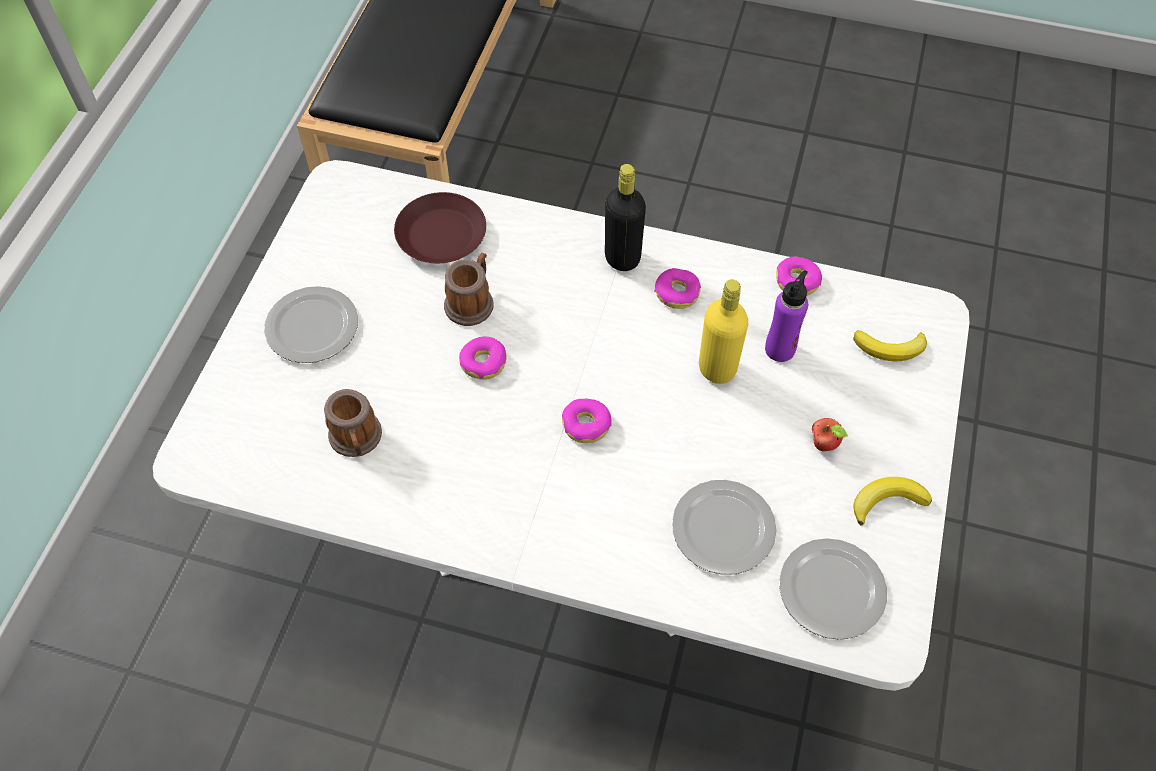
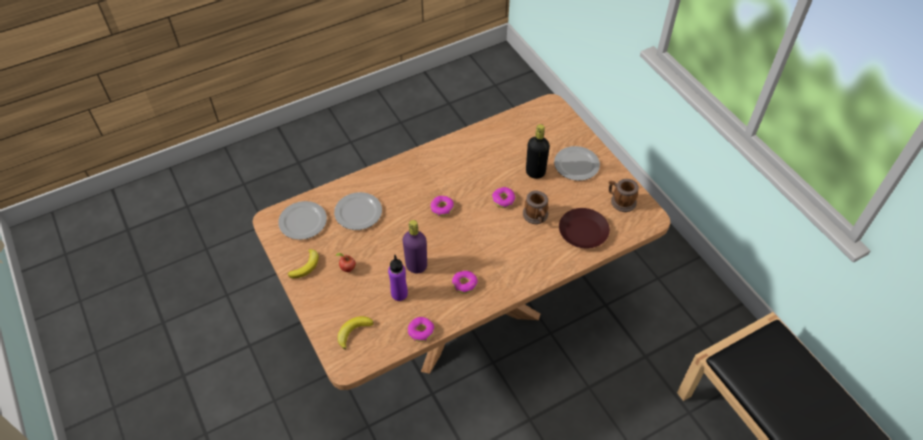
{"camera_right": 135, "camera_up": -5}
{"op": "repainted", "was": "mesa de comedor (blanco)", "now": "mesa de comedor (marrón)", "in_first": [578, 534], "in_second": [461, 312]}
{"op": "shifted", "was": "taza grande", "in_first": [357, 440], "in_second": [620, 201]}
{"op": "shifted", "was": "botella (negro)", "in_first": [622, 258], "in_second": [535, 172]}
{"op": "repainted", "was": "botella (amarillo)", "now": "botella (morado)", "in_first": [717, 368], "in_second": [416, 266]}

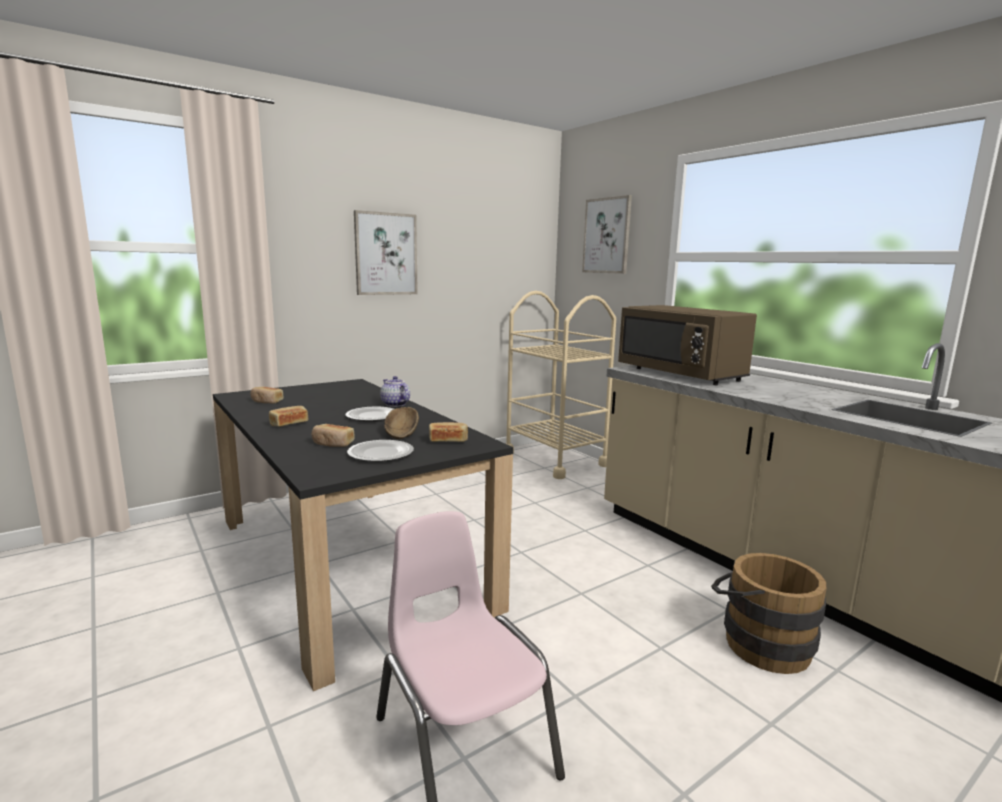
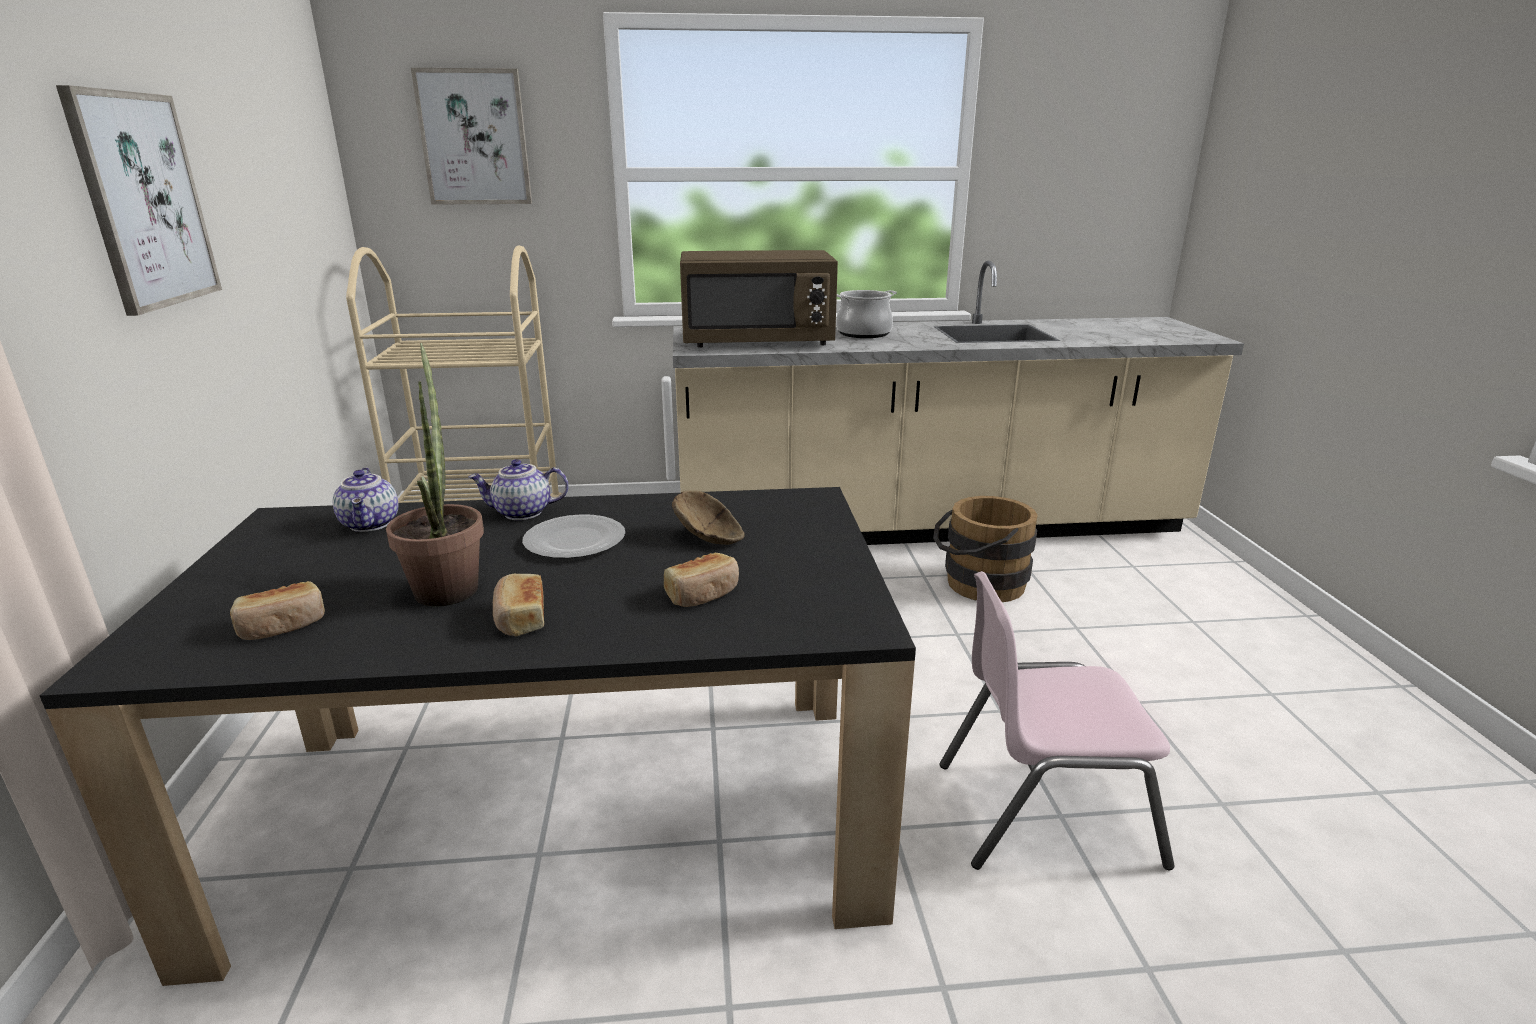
{"camera_right": -60, "camera_up": 10}
{"op": "gone", "was": "plato", "in_first": [381, 453]}
{"op": "gone", "was": "pan", "in_first": [448, 440]}
{"op": "new", "now": "tetera", "in_second": [372, 524]}
{"op": "new", "now": "planta en maceta", "in_second": [448, 584]}
{"op": "new", "now": "olla", "in_second": [863, 333]}

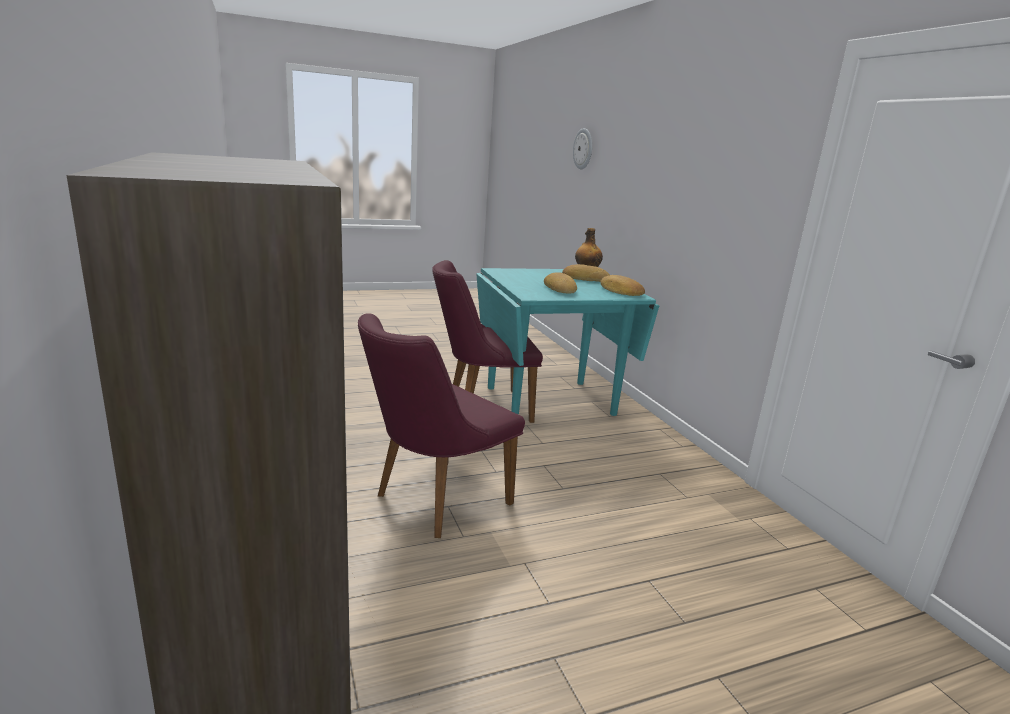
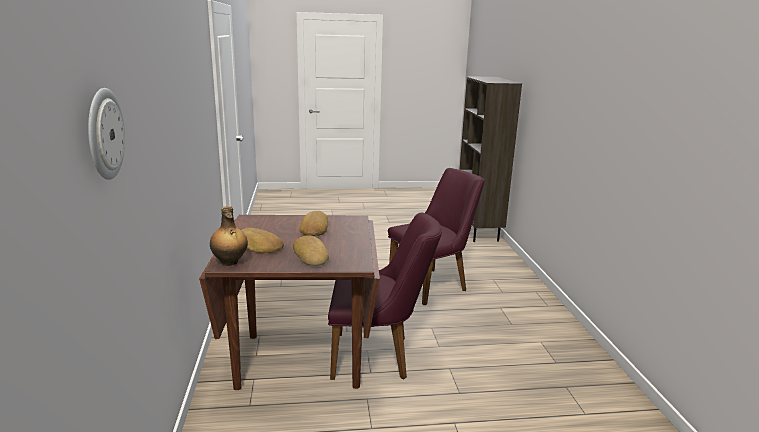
{"camera_right": -165, "camera_up": 0}
{"op": "repainted", "was": "mesa de comedor (turquesa)", "now": "mesa de comedor (marrón)", "in_first": [549, 400], "in_second": [301, 360]}
{"op": "shifted", "was": "pan", "in_first": [620, 291], "in_second": [312, 255]}

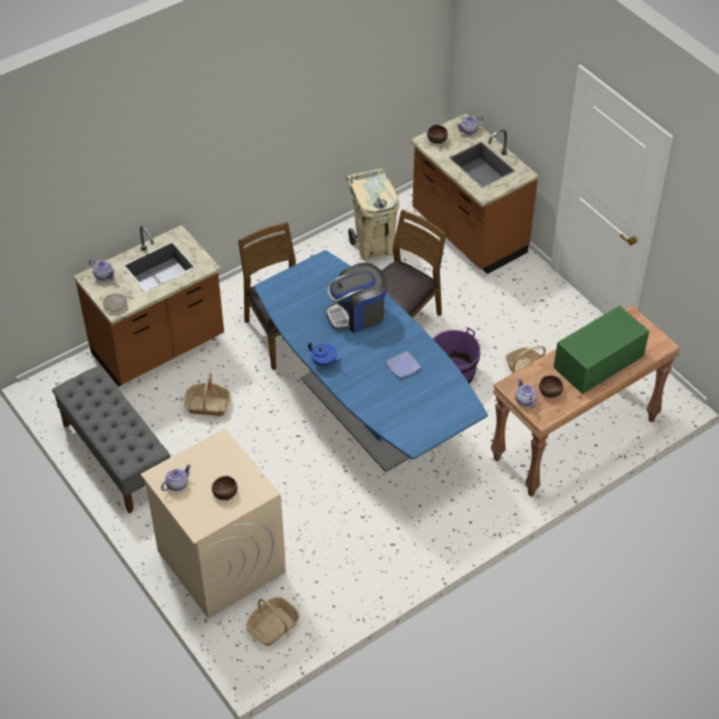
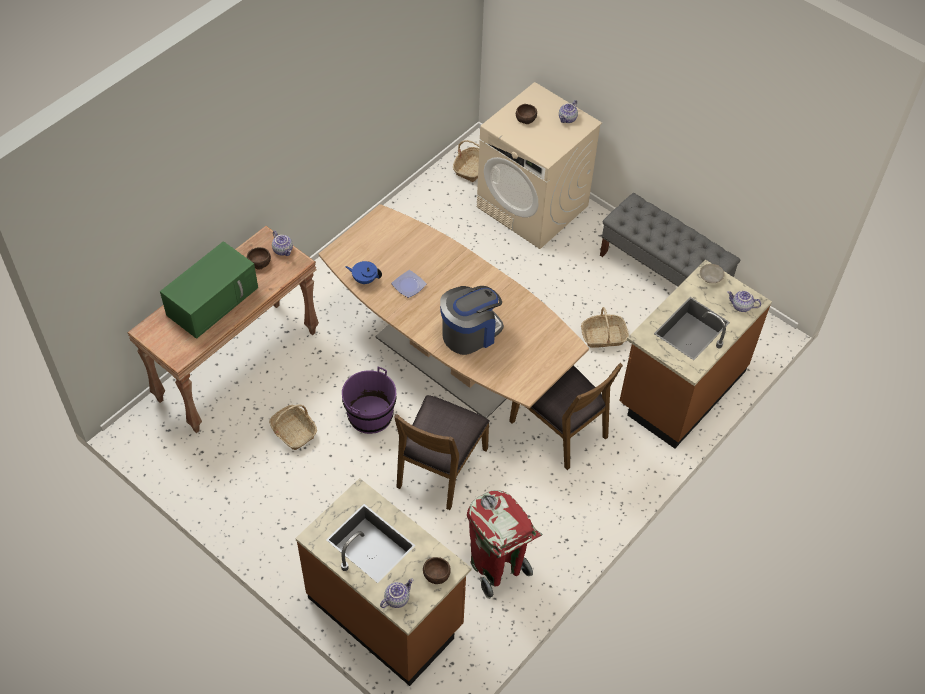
{"camera_right": 165, "camera_up": 5}
{"op": "repainted", "was": "mesa de comedor (azul)", "now": "mesa de comedor (marrón)", "in_first": [366, 411], "in_second": [448, 358]}
{"op": "shifted", "was": "tetera (azul)", "in_first": [324, 362], "in_second": [364, 279]}
{"op": "repainted", "was": "papelera (beis)", "now": "papelera (rojo)", "in_first": [373, 247], "in_second": [497, 567]}

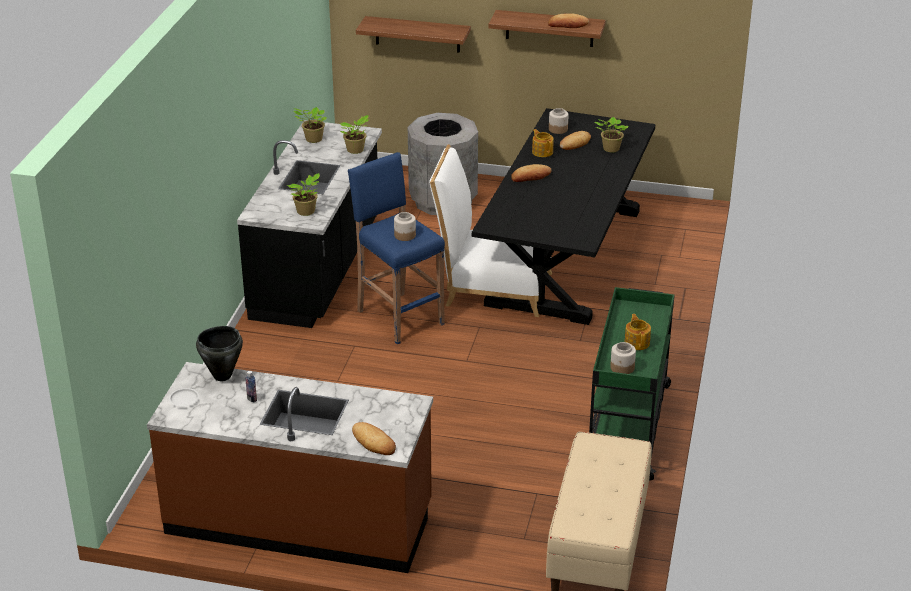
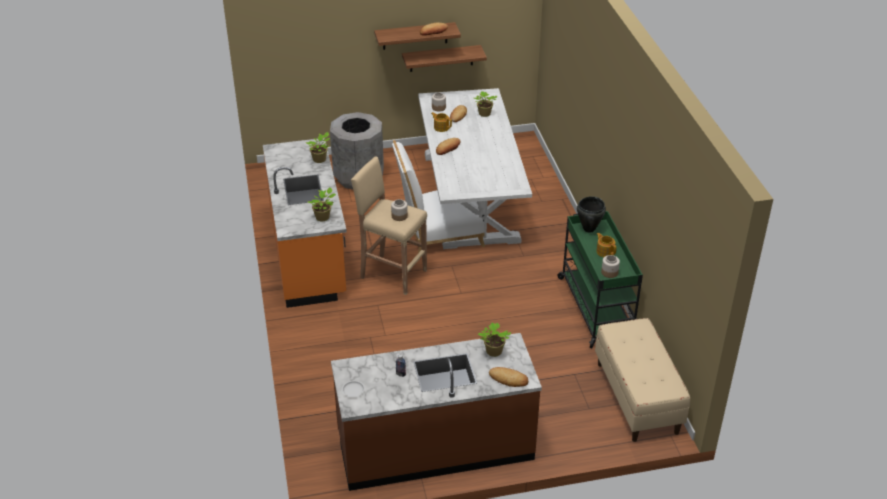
{"camera_right": -25, "camera_up": 5}
{"op": "shifted", "was": "olla (negro)", "in_first": [222, 376], "in_second": [588, 229]}
{"op": "repainted", "was": "mueble bajo de cocina (negro)", "now": "mueble bajo de cocina (naranja)", "in_first": [318, 269], "in_second": [309, 254]}
{"op": "shifted", "was": "planta en maceta", "in_first": [312, 139], "in_second": [493, 352]}
{"op": "repainted", "was": "taburete (azul)", "now": "taburete (beis)", "in_first": [399, 317], "in_second": [392, 274]}
{"op": "shifted", "was": "estante", "in_first": [417, 34], "in_second": [441, 58]}
{"op": "repainted", "was": "mesa de comedor (negro)", "now": "mesa de comedor (blanco)", "in_first": [564, 256], "in_second": [469, 197]}

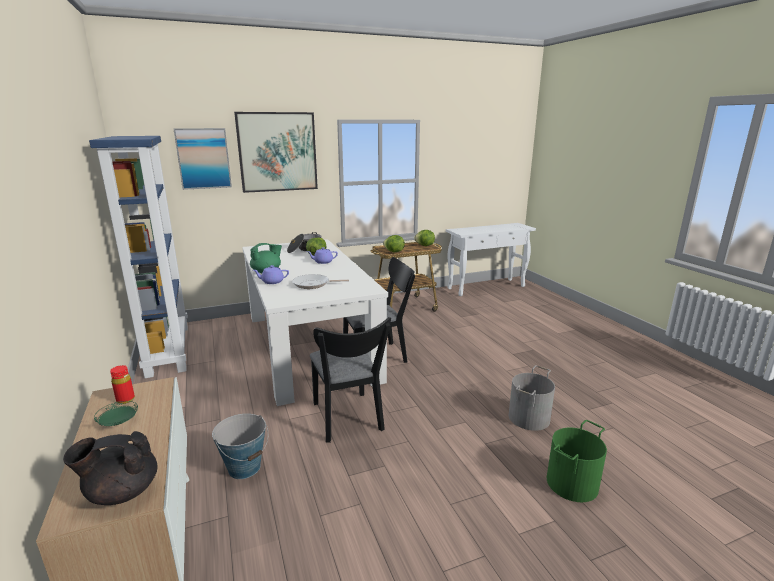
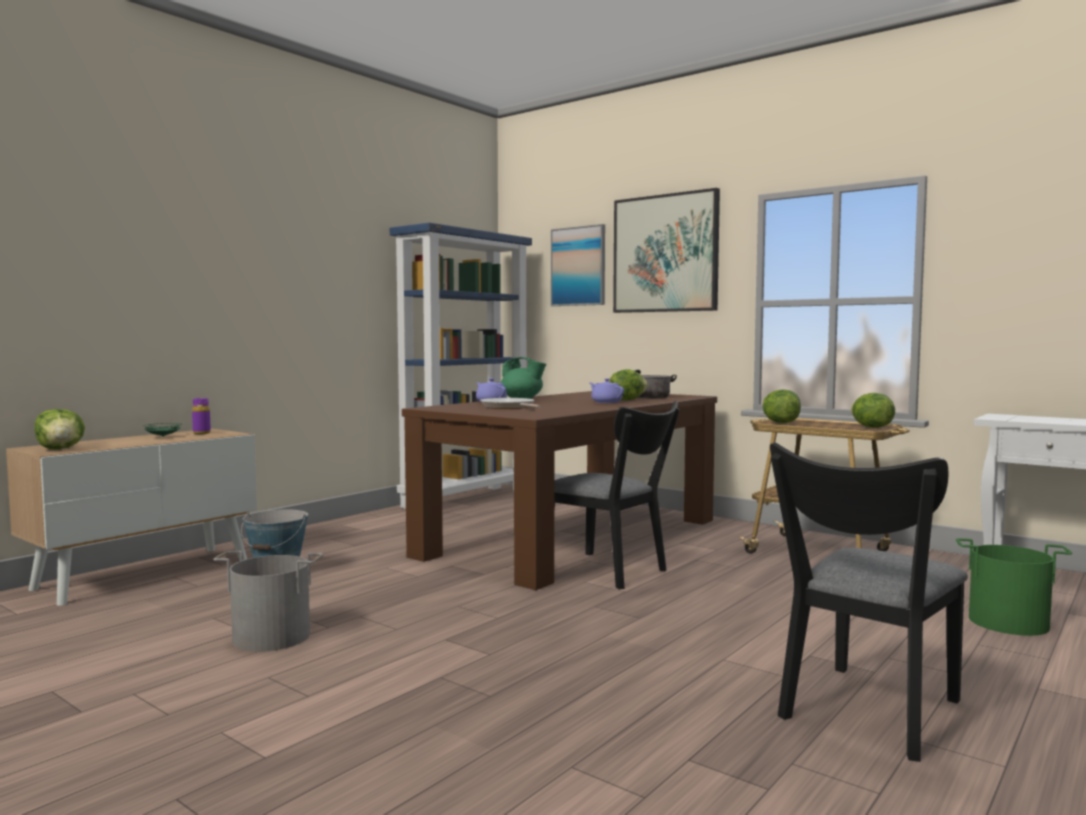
{"camera_right": 60, "camera_up": -15}
{"op": "swapped", "was": "tetera (negro)", "now": "lechuga", "in_first": [122, 492], "in_second": [61, 449]}
{"op": "repainted", "was": "botella (rojo)", "now": "botella (morado)", "in_first": [125, 400], "in_second": [201, 433]}
{"op": "repainted", "was": "mesa de comedor (blanco)", "now": "mesa de comedor (marrón)", "in_first": [309, 345], "in_second": [573, 537]}
{"op": "shifted", "was": "silla (negro)", "in_first": [348, 420], "in_second": [866, 714]}
{"op": "shifted", "was": "cubo (gris)", "in_first": [528, 417], "in_second": [272, 636]}
{"op": "shifted", "was": "cubo (verde)", "in_first": [571, 483], "in_second": [1008, 622]}

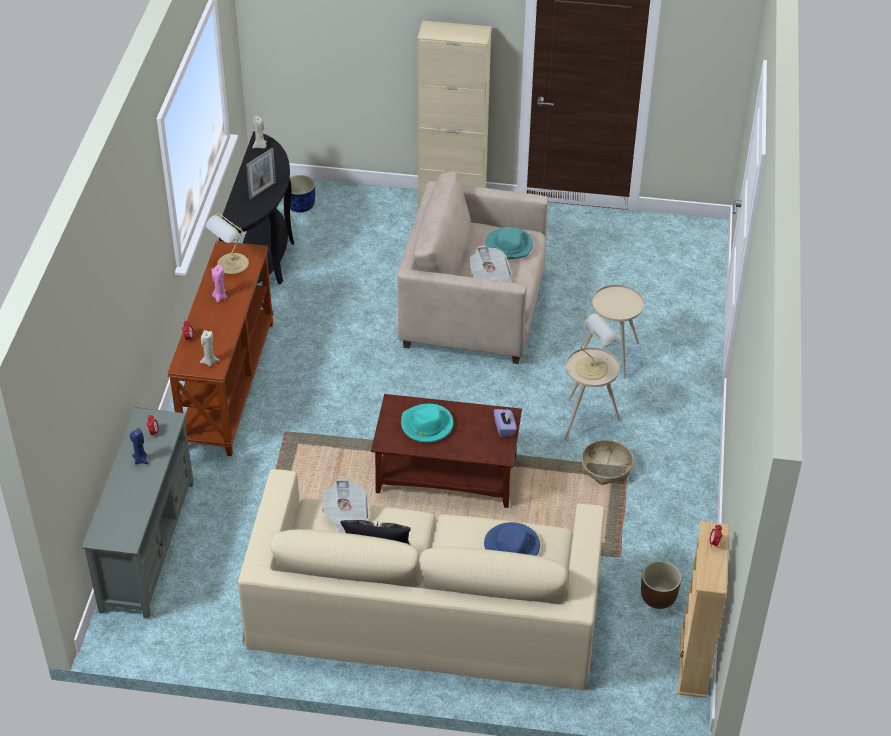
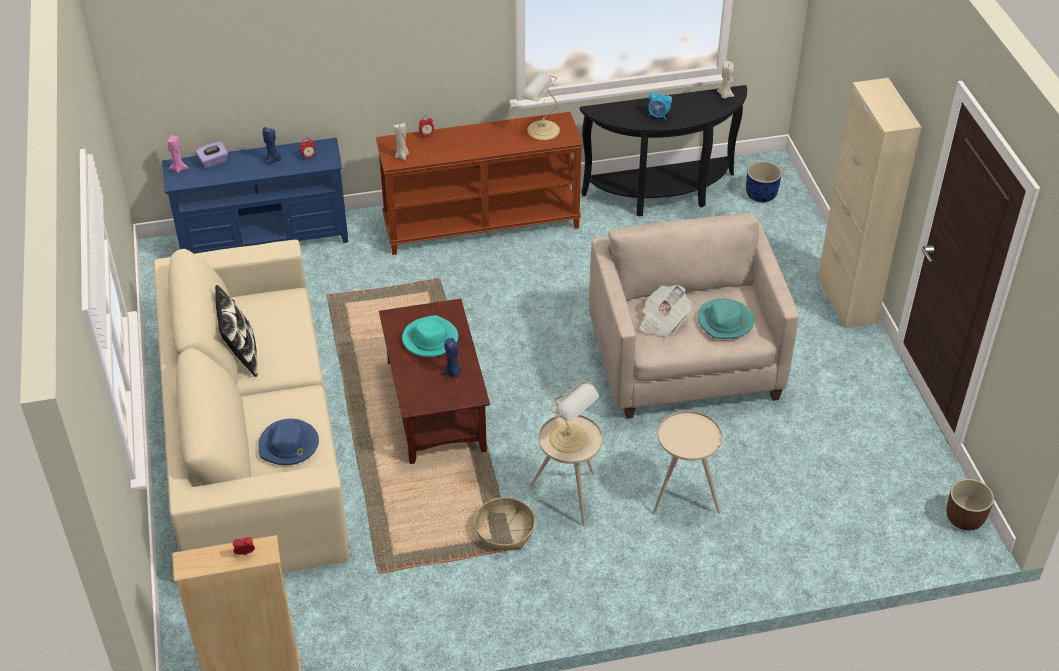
{"camera_right": 70, "camera_up": 0}
{"op": "repainted", "was": "mueble de televisión (gris)", "now": "mueble de televisión (azul)", "in_first": [147, 546], "in_second": [264, 239]}
{"op": "shifted", "was": "vela (rosa)", "in_first": [220, 297], "in_second": [178, 168]}
{"op": "swapped", "was": "portarretratos", "now": "despertador", "in_first": [262, 190], "in_second": [658, 116]}
{"op": "gone", "was": "periódico", "in_first": [346, 516]}
{"op": "shifted", "was": "caja de pañuelos (morado)", "in_first": [504, 428], "in_second": [213, 162]}
{"op": "shifted", "was": "maceta (marrón)", "in_first": [658, 598], "in_second": [964, 518]}
{"op": "new", "now": "vela (azul)", "in_second": [453, 373]}

